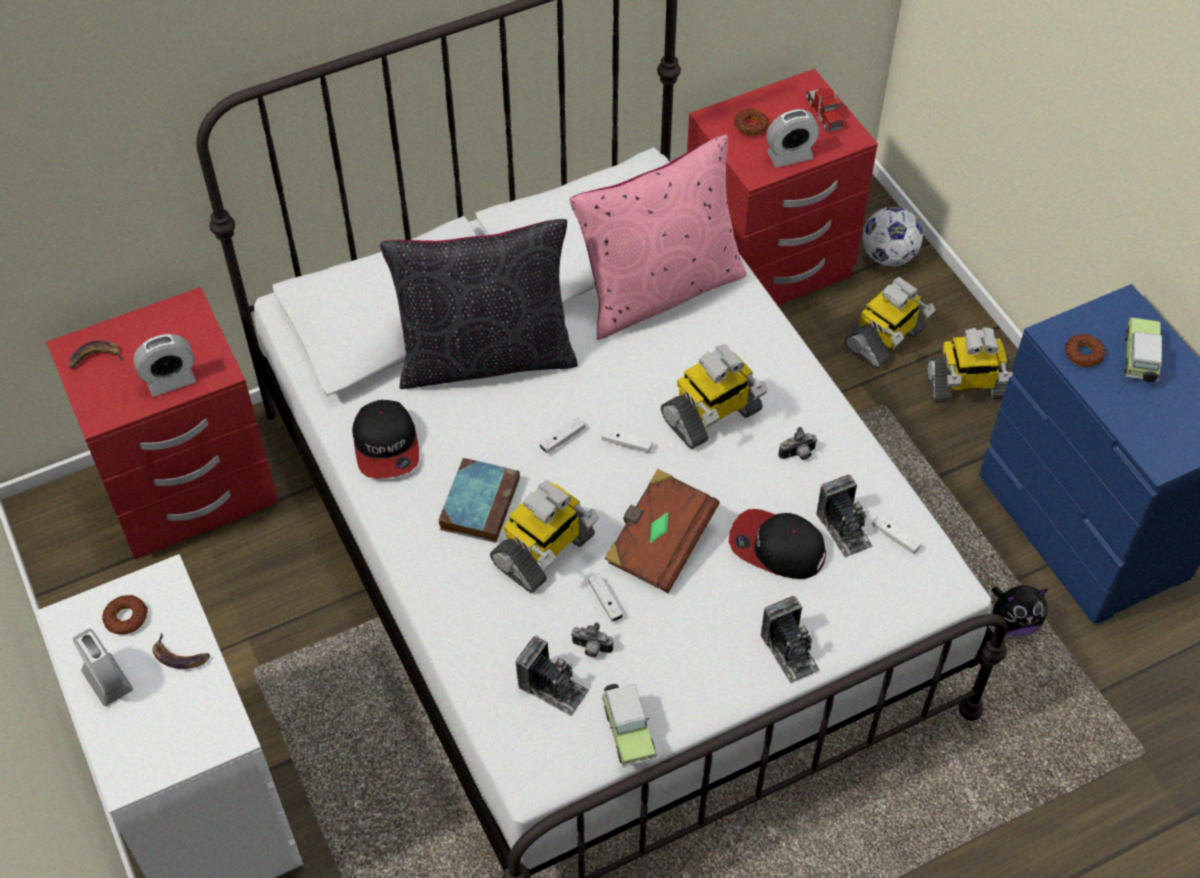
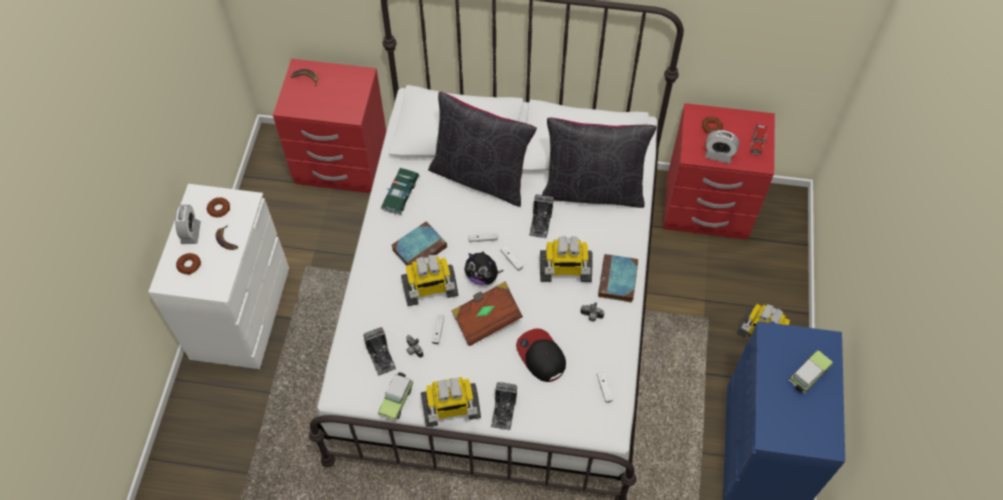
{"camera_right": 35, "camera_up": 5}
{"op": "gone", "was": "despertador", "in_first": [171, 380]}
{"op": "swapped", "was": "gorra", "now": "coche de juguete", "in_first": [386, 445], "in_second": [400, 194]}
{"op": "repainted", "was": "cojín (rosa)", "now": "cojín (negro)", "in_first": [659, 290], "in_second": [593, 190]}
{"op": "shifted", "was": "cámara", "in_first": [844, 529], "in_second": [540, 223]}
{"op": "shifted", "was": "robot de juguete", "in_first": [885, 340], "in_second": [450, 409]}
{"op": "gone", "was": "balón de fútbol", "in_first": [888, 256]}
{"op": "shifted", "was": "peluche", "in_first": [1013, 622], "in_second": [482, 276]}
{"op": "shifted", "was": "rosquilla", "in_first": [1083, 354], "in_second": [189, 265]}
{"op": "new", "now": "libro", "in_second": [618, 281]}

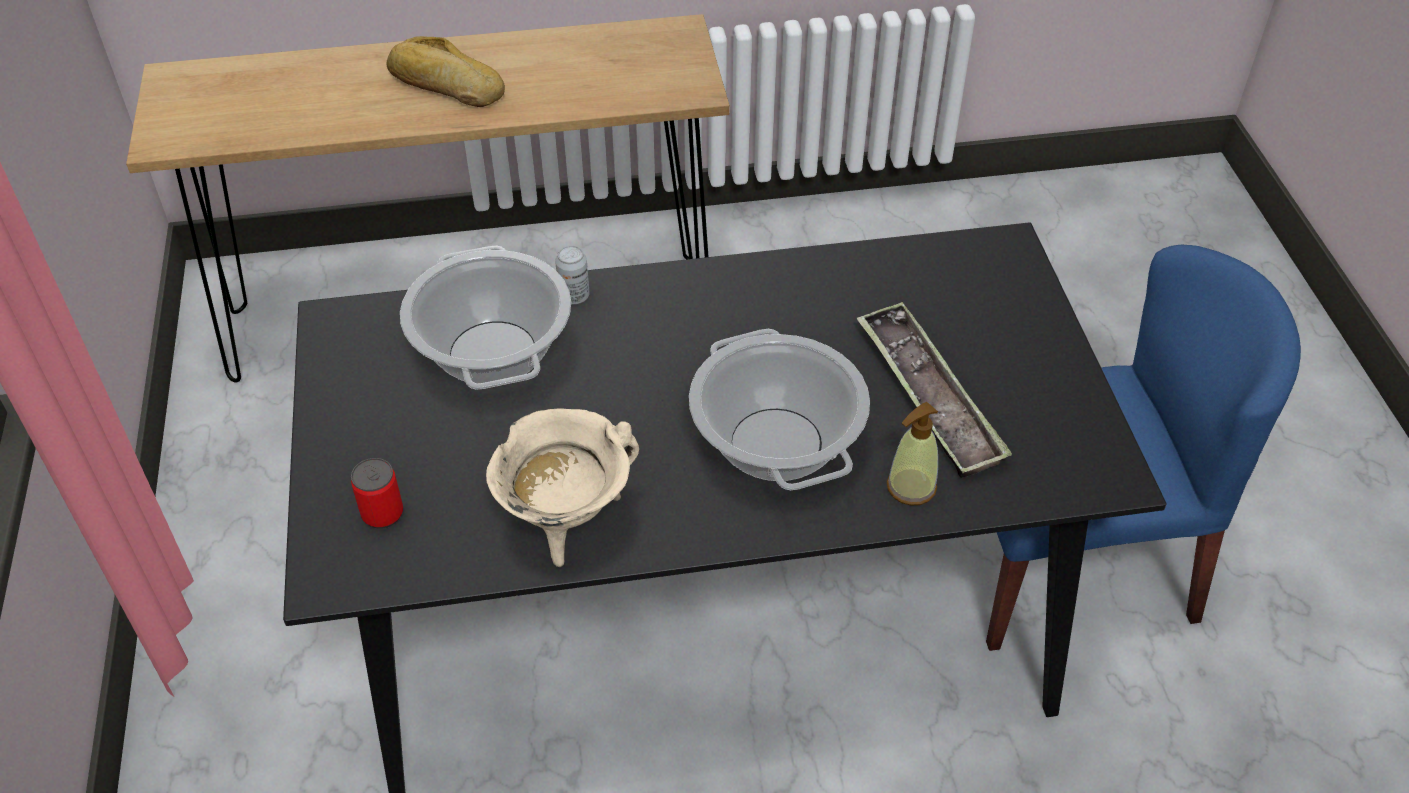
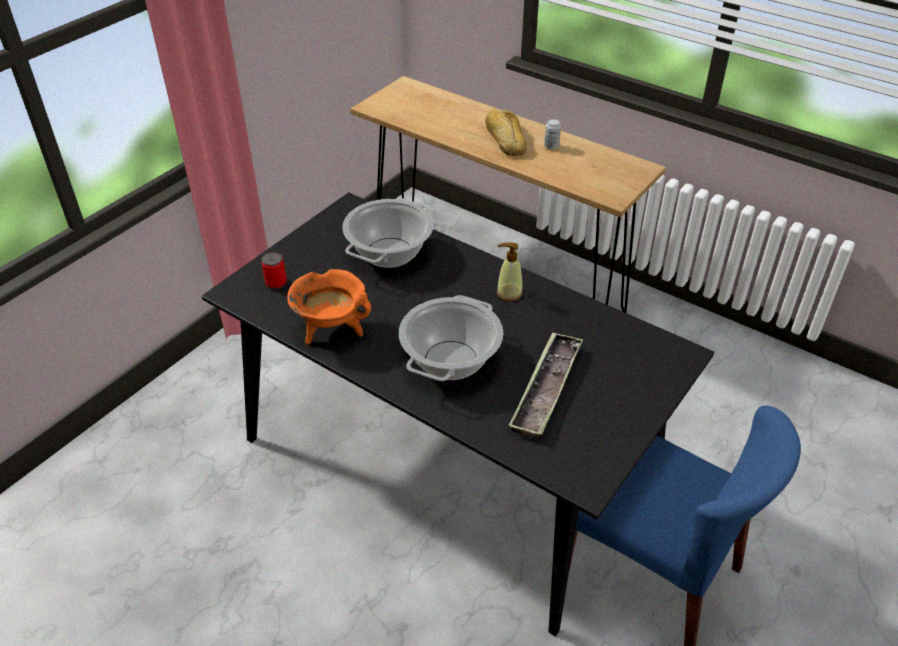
{"camera_right": 45, "camera_up": -5}
{"op": "repainted", "was": "olla (beis)", "now": "olla (naranja)", "in_first": [566, 521], "in_second": [332, 330]}
{"op": "shifted", "was": "lata", "in_first": [574, 296], "in_second": [551, 146]}
{"op": "shifted", "was": "dispensador de jabón", "in_first": [911, 487], "in_second": [509, 293]}

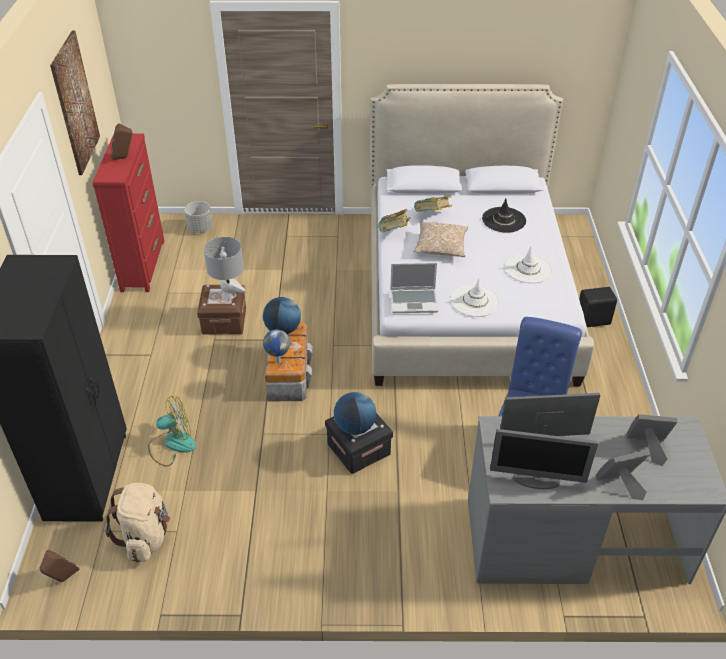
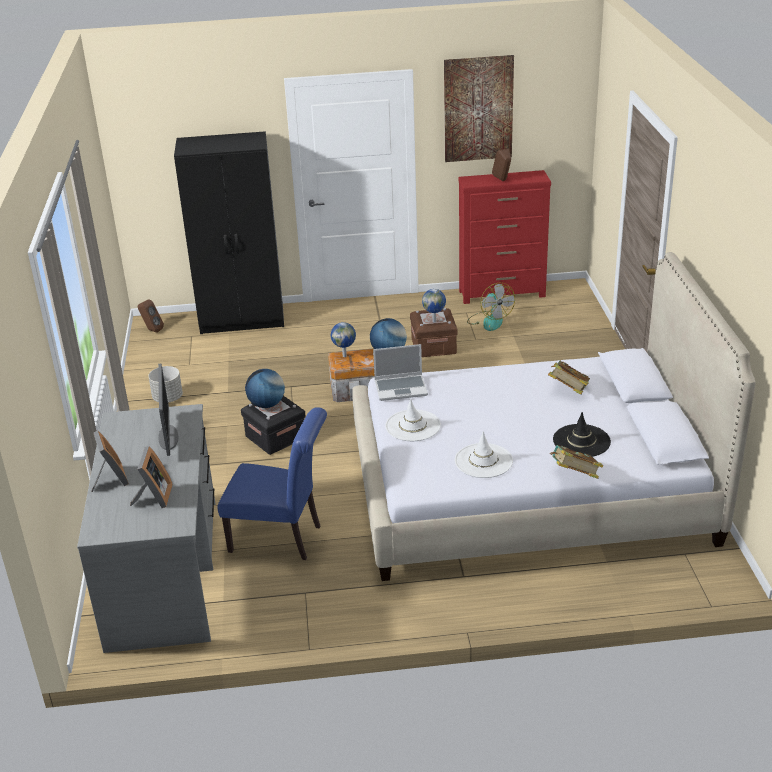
{"camera_right": 85, "camera_up": -10}
{"op": "gone", "was": "mochila (beis)", "in_first": [146, 537]}
{"op": "shifted", "was": "ventilador", "in_first": [172, 444], "in_second": [489, 321]}
{"op": "shifted", "was": "maceta (gris)", "in_first": [200, 228], "in_second": [168, 398]}
{"op": "swapped", "was": "lámpara de mesa (gris)", "now": "globo terráqueo", "in_first": [229, 295], "in_second": [434, 321]}
{"op": "shifted", "was": "libro", "in_first": [394, 232], "in_second": [574, 476]}
{"op": "rotated", "was": "portátil", "in_first": [414, 301], "in_second": [401, 388], "clockwise": -90}
{"op": "gone", "was": "cojín", "in_first": [440, 247]}
{"op": "gone", "was": "monitor", "in_first": [536, 480]}
{"op": "gone", "was": "altavoz (negro)", "in_first": [593, 321]}

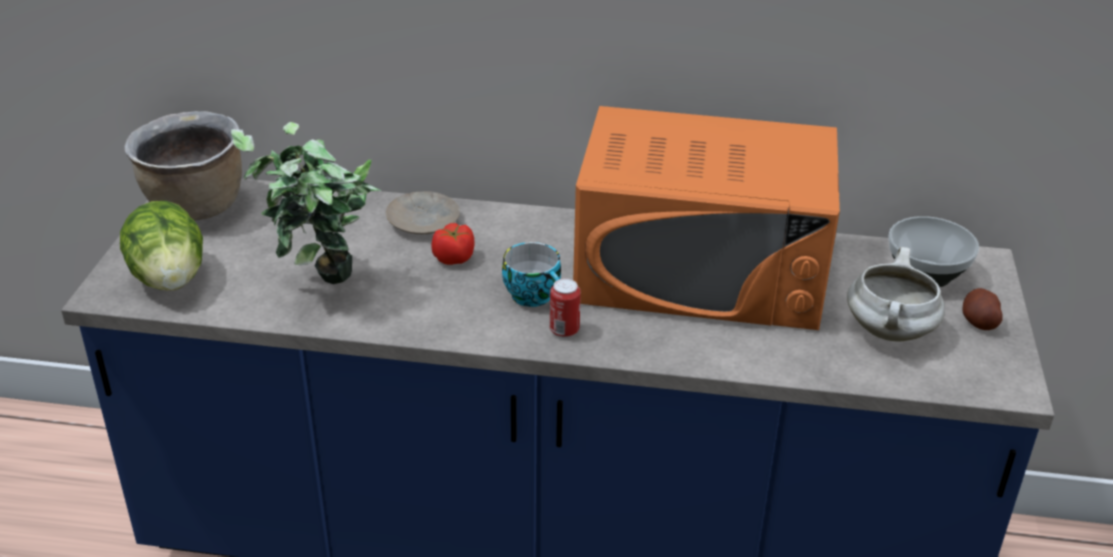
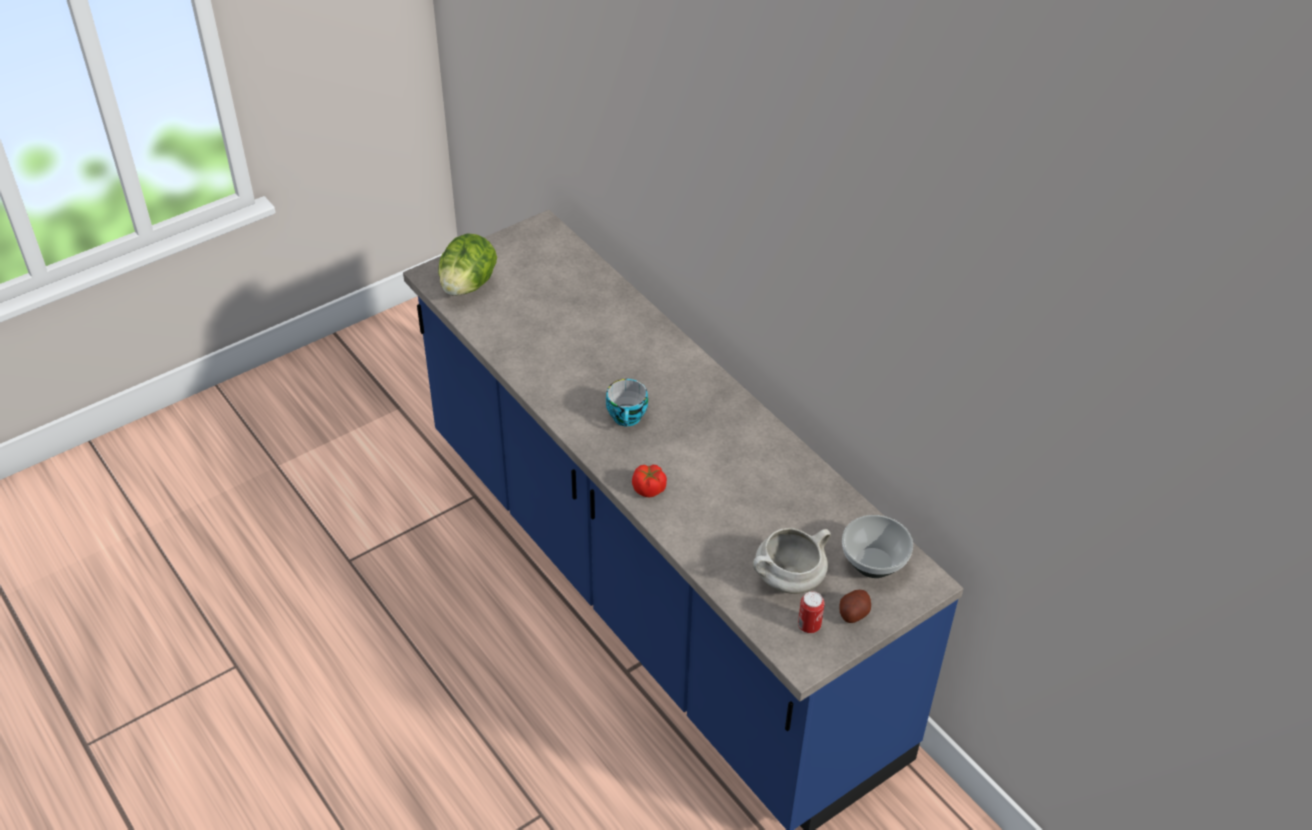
{"camera_right": 45, "camera_up": 10}
{"op": "gone", "was": "olla (marrón)", "in_first": [195, 207]}
{"op": "gone", "was": "planta en maceta", "in_first": [321, 288]}
{"op": "gone", "was": "plato (beis)", "in_first": [423, 221]}
{"op": "shifted", "was": "tomate", "in_first": [454, 258], "in_second": [649, 489]}
{"op": "shifted", "was": "lata", "in_first": [564, 331], "in_second": [809, 626]}
{"op": "gone", "was": "microondas (naranja)", "in_first": [701, 270]}

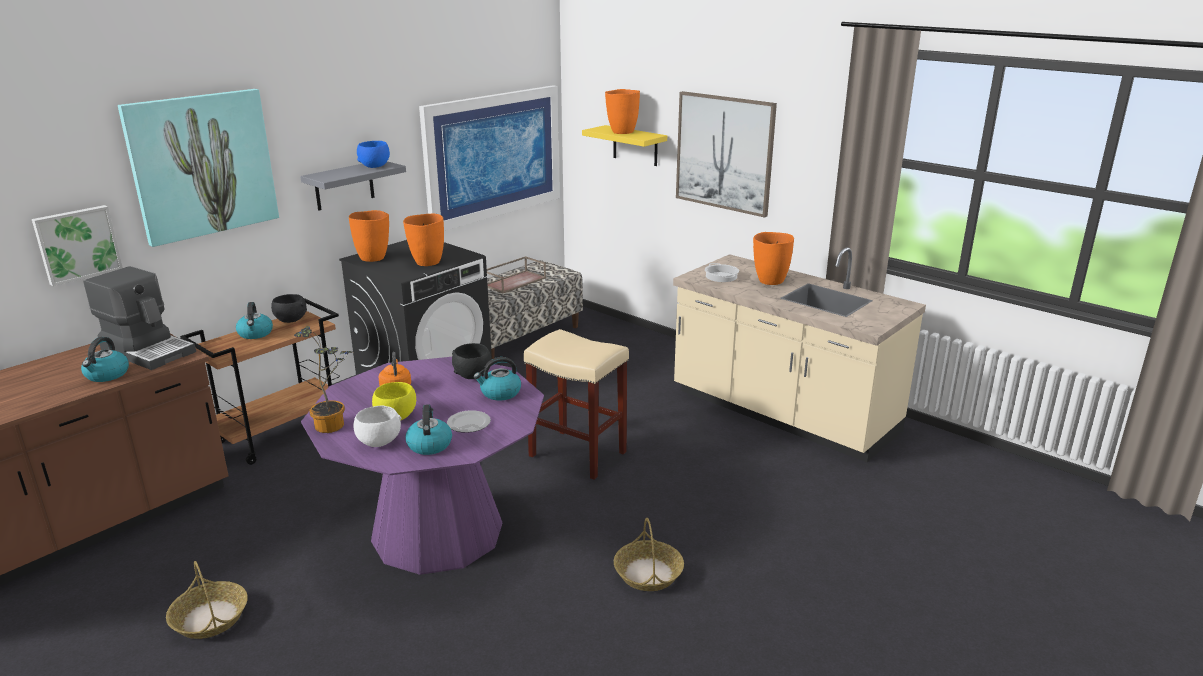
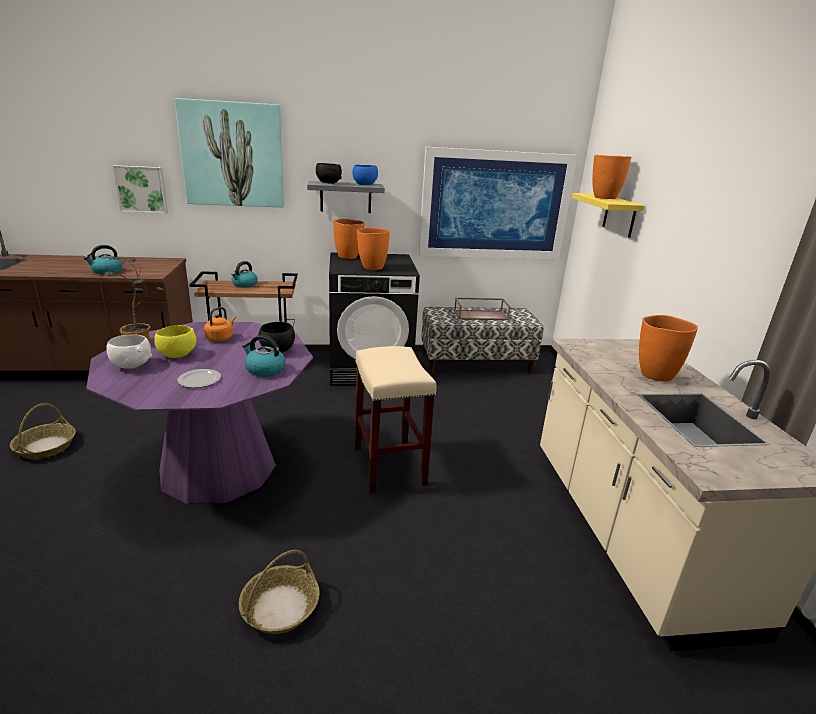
{"camera_right": 40, "camera_up": 0}
{"op": "gone", "was": "cafetera", "in_first": [149, 350]}
{"op": "shifted", "was": "cuenco (negro)", "in_first": [290, 320], "in_second": [328, 183]}
{"op": "gone", "was": "hervidor", "in_first": [429, 444]}
{"op": "gone", "was": "cuadro", "in_first": [724, 153]}
{"op": "gone", "was": "olla", "in_first": [721, 277]}

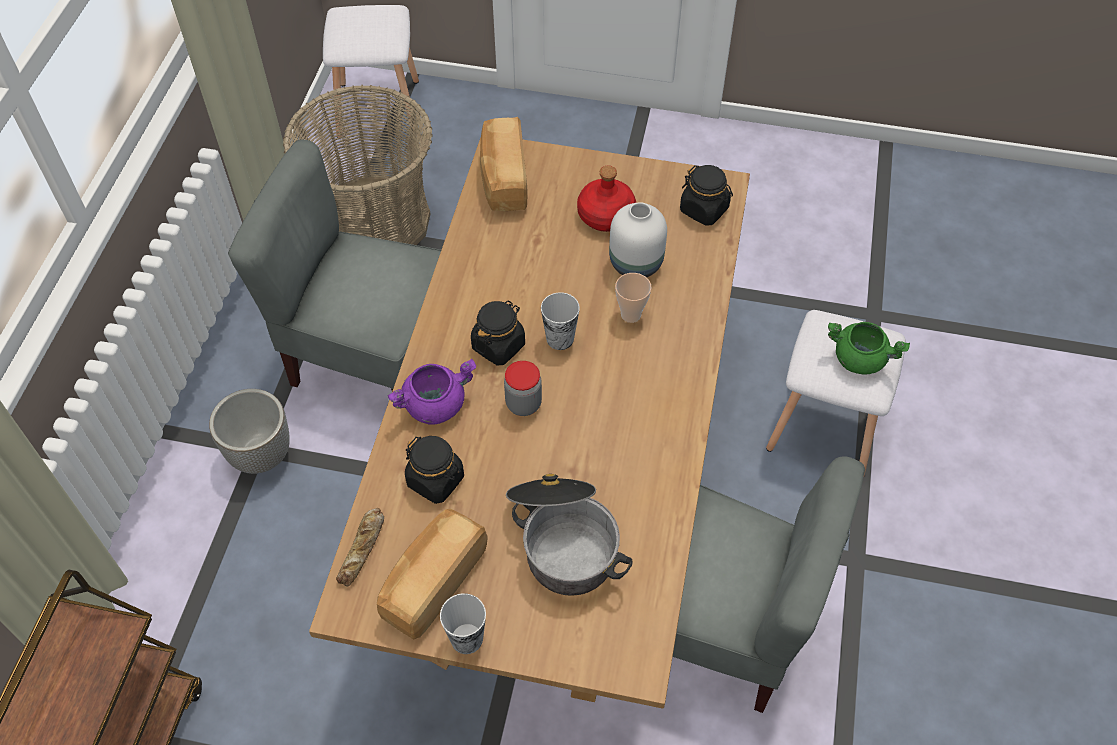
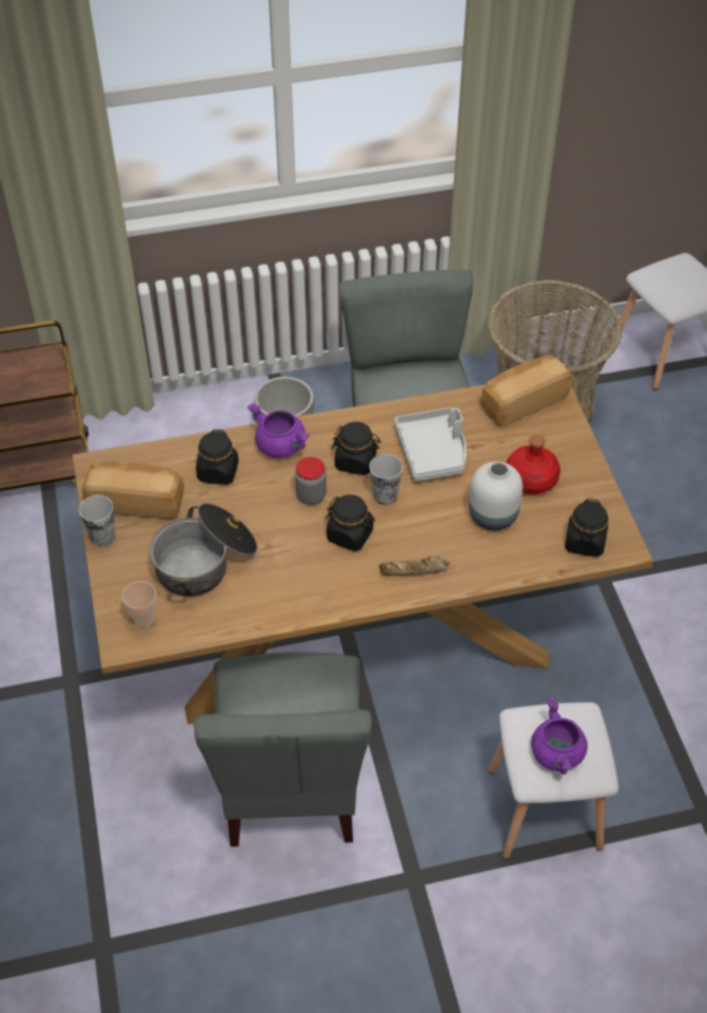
{"camera_right": 65, "camera_up": -5}
{"op": "shifted", "was": "pan", "in_first": [362, 549], "in_second": [414, 570]}
{"op": "shifted", "was": "taza", "in_first": [630, 314], "in_second": [144, 619]}
{"op": "repainted", "was": "olla (verde)", "now": "olla (morado)", "in_first": [859, 359], "in_second": [557, 754]}
{"op": "new", "now": "tarro (negro)", "in_second": [350, 535]}
{"op": "new", "now": "bandeja (gris)", "in_second": [433, 452]}

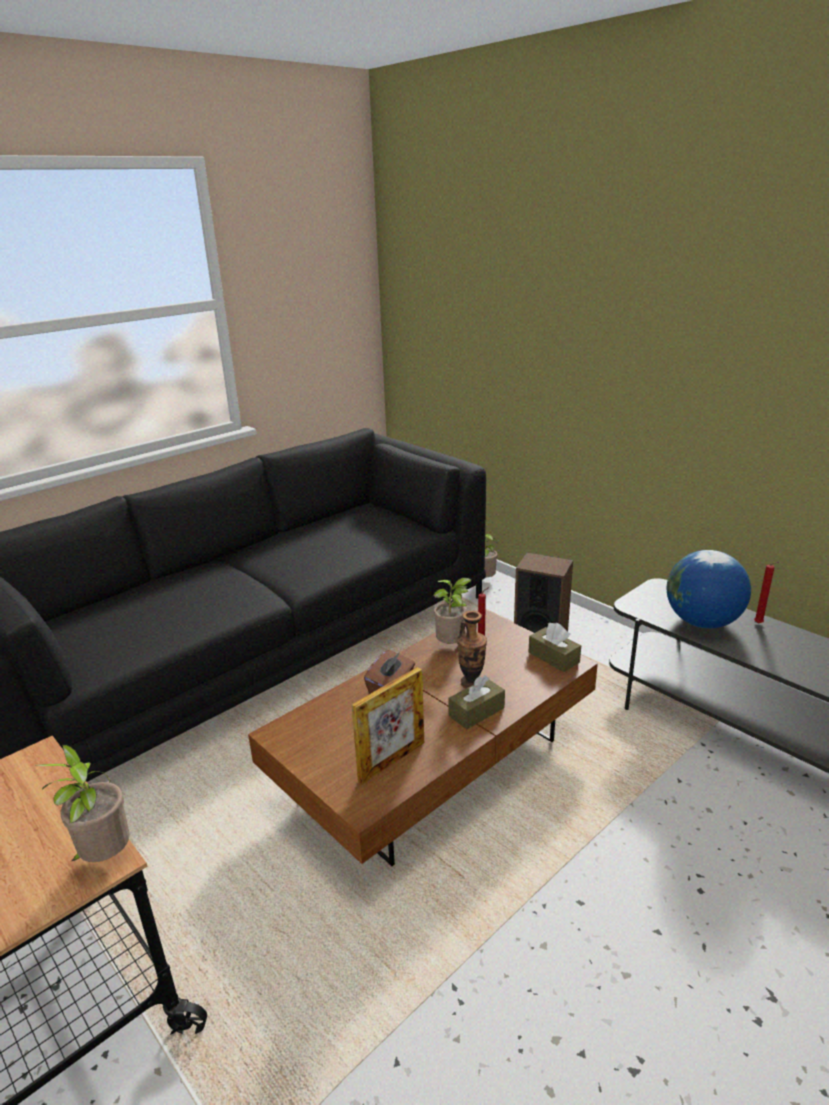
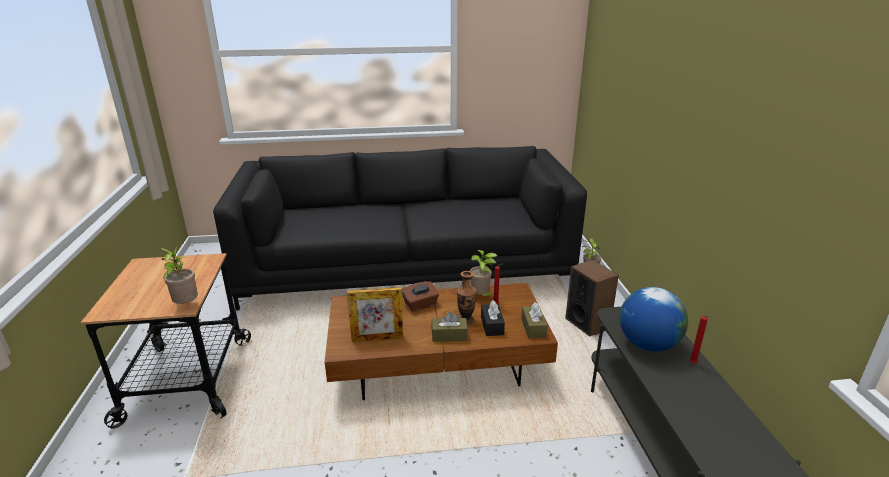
{"camera_right": 35, "camera_up": 0}
{"op": "new", "now": "caja de pañuelos (negro)", "in_second": [492, 325]}

